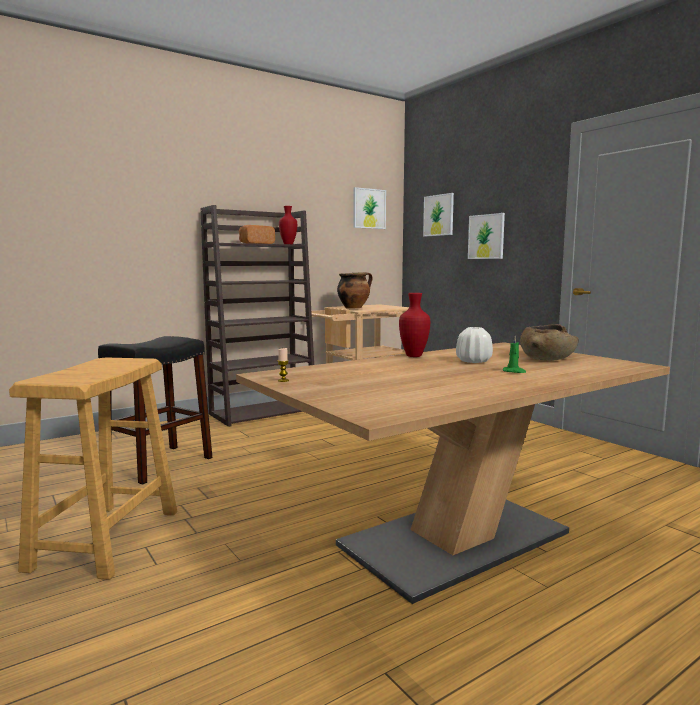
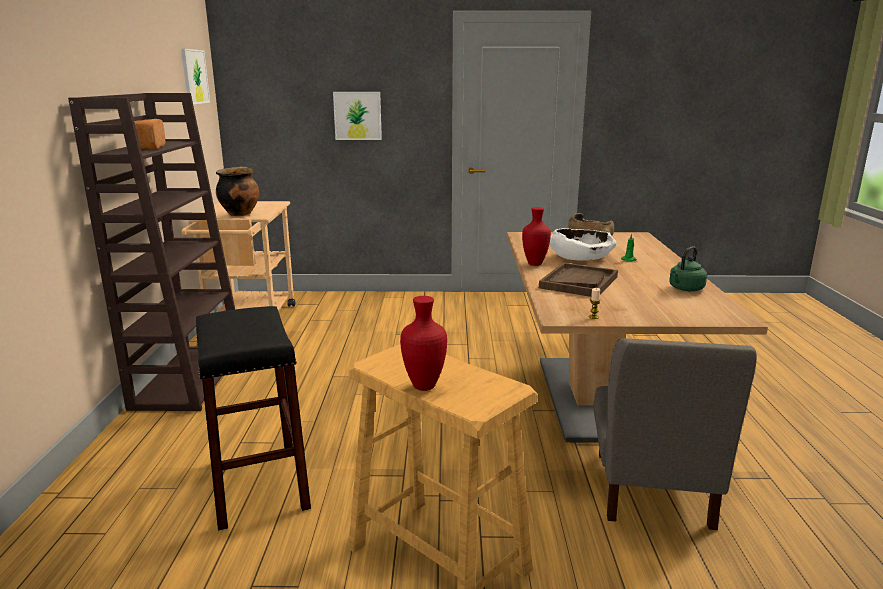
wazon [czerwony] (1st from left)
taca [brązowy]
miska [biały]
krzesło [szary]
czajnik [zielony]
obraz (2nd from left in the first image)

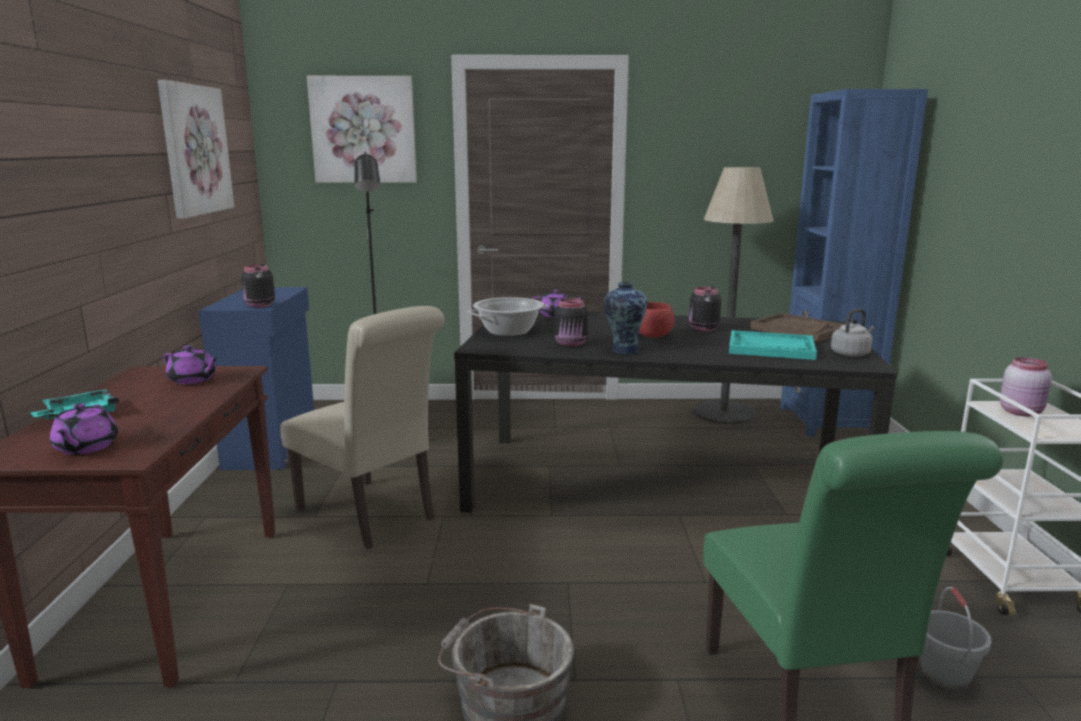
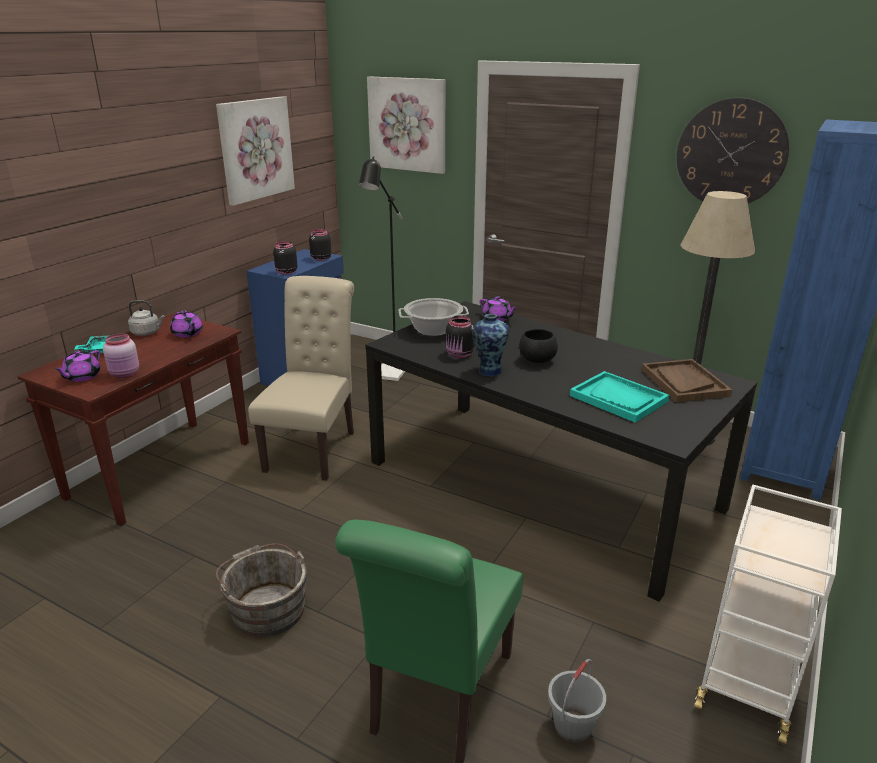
słoik [różowy]
czajnik [szary]
krzesło [beżowy]
słoik [czarny] (2nd from left)
miska [czarny]
zegar ścienny

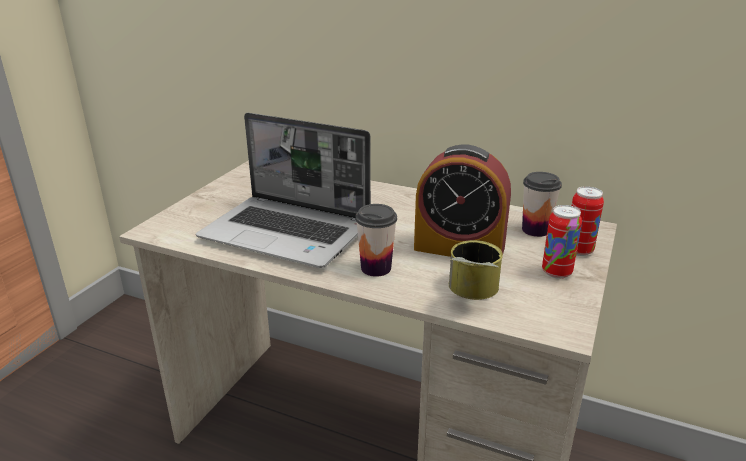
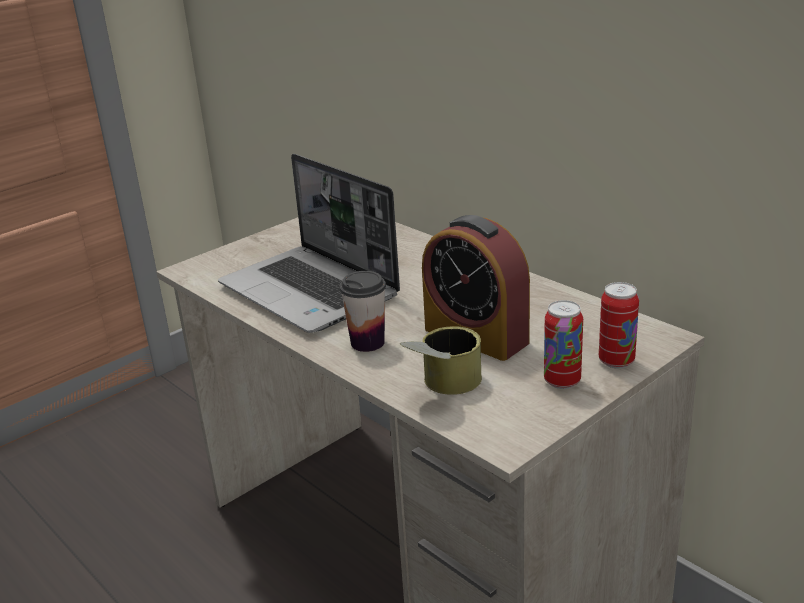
filiżanka (2nd from left in the first image)

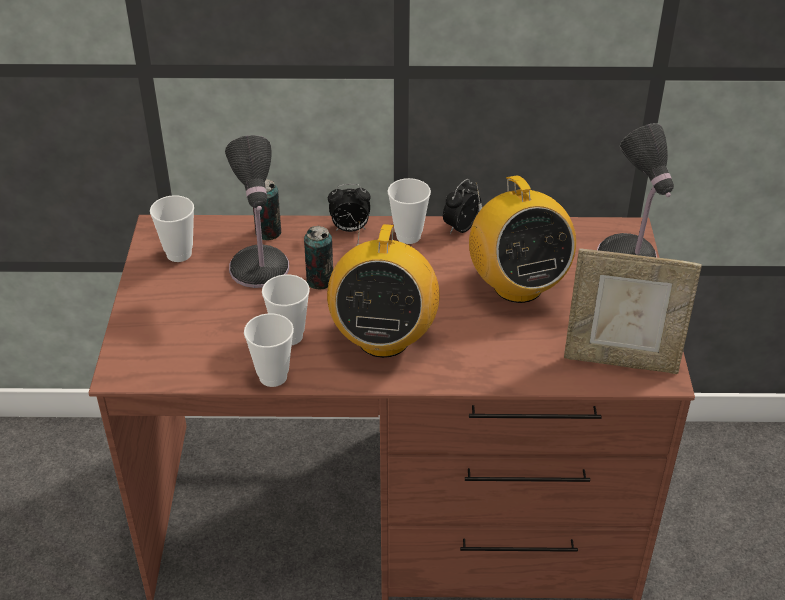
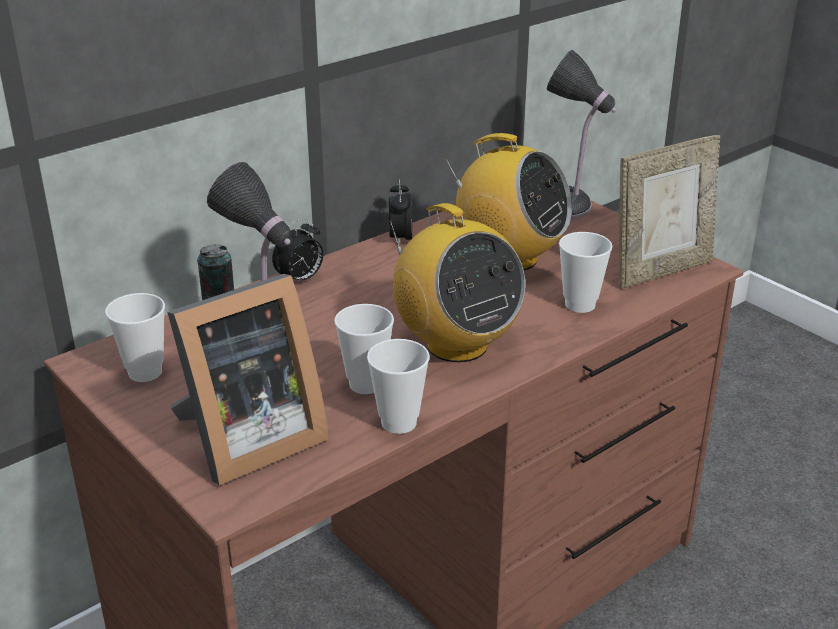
ramka na zdjęcie (1st from left)
filiżanka (4th from left)
puszka (2nd from left in the first image)

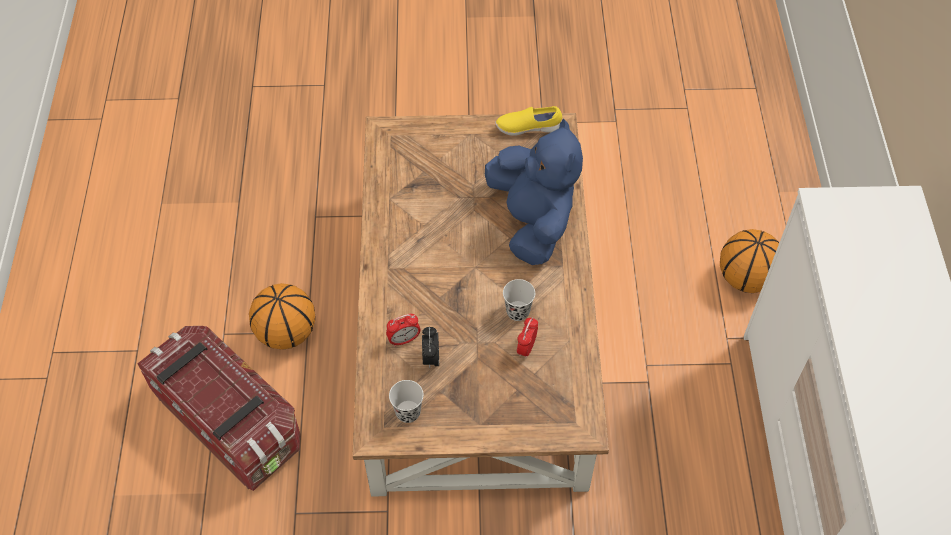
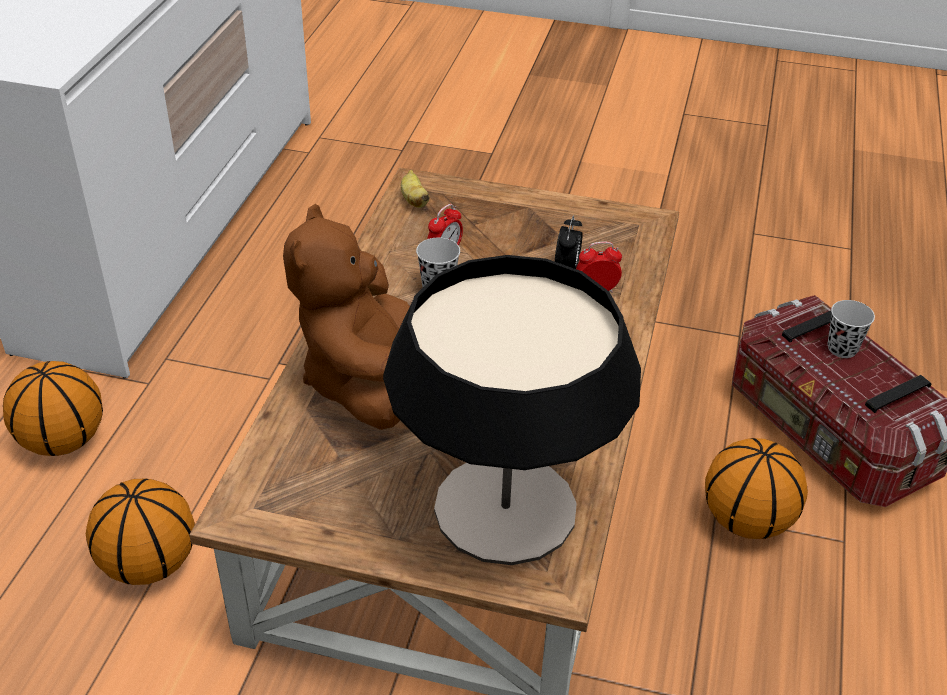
piłka do koszykówki (2nd from left)
pluszak [brązowy]
lampa stołowa
banan
filiżanka [czarny] (2nd from left)
but [żółty]

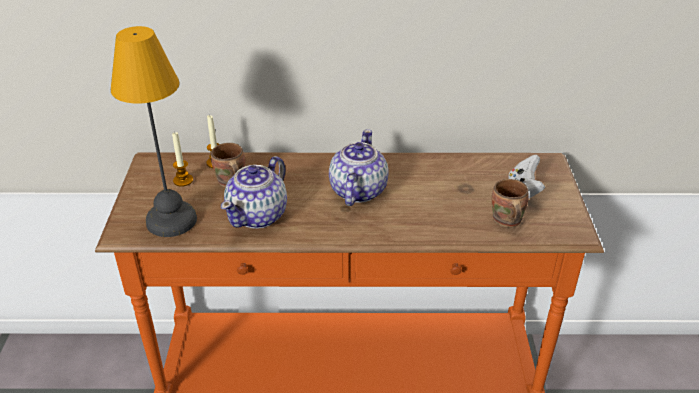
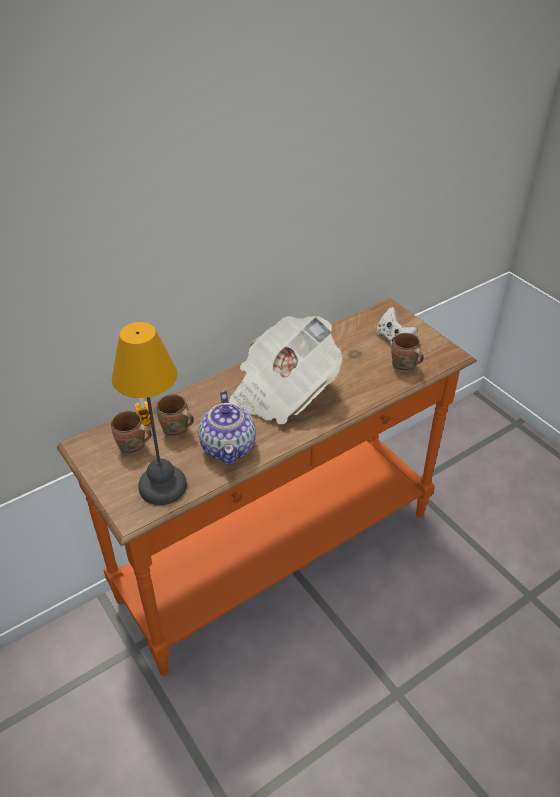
kubek [brązowy] (1st from left)
gazeta

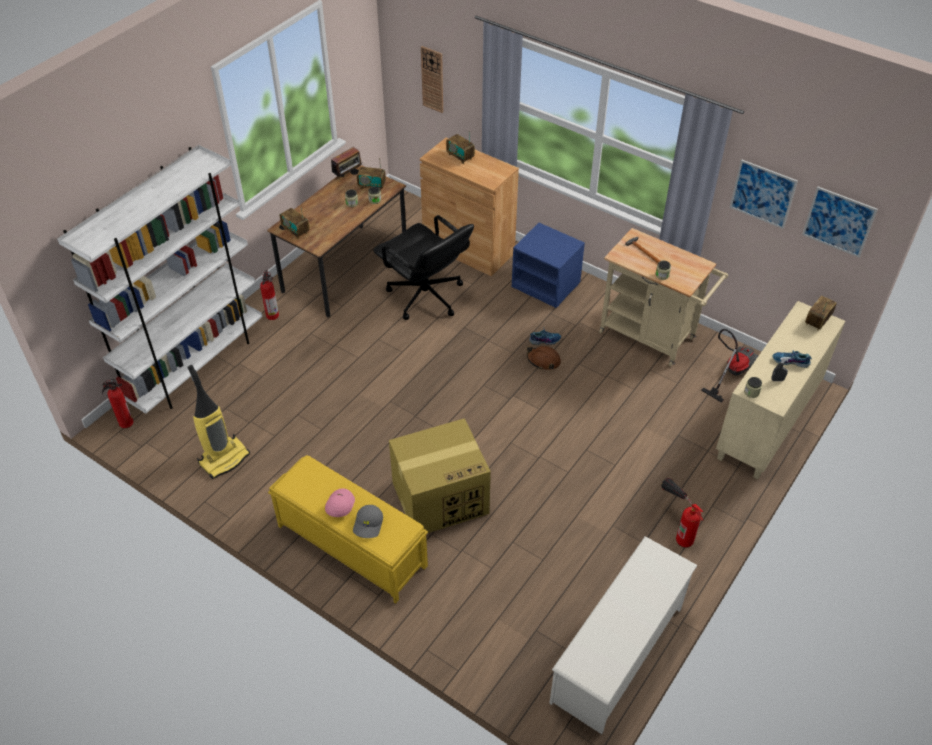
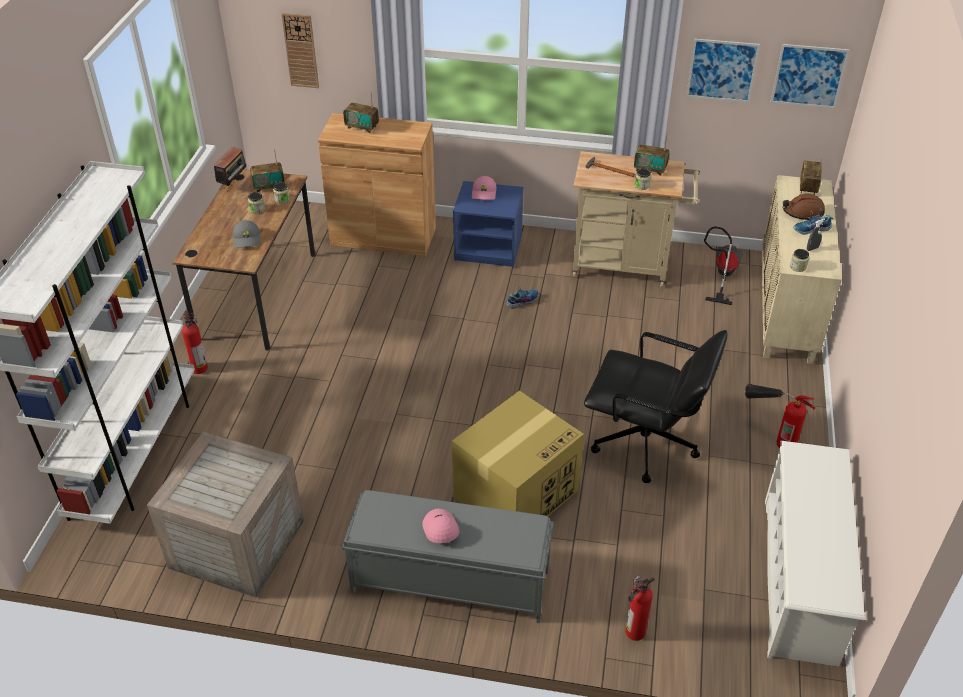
skrzynka
czapka z daszkiem [szary]
ławka [szary]
czapka z daszkiem [różowy] (2nd from left)
krzesło biurowe [czarny]
gaśnica (2nd from left)
radio (4th from left)
kask [brązowy]

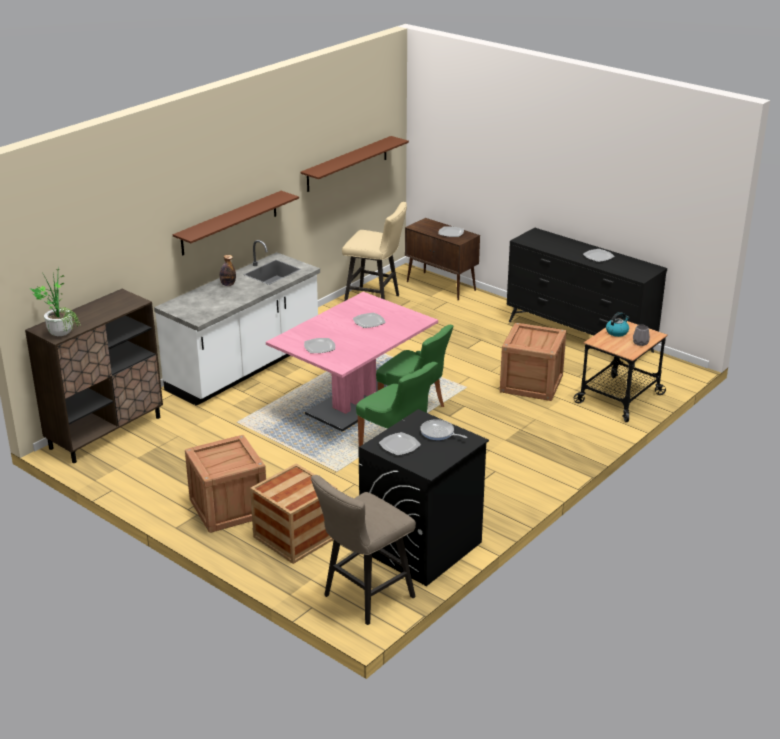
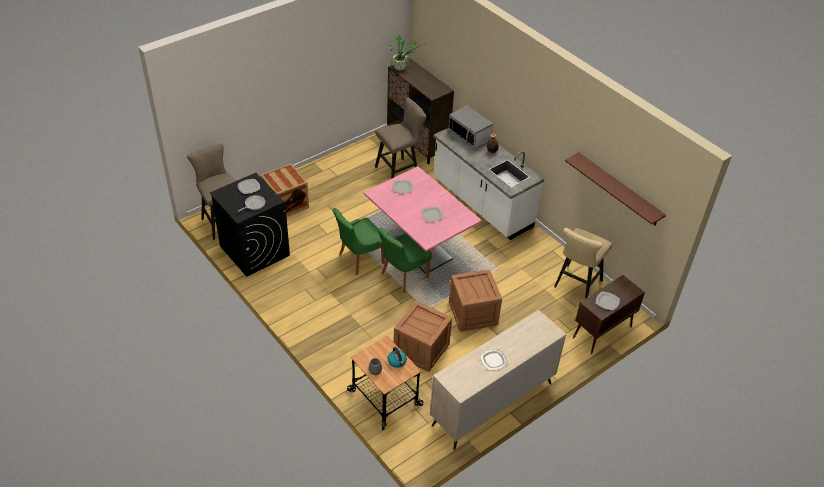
stołek [beżowy] (2nd from left)
komoda [beżowy]
mikrofalówka
skrzynka (3rd from left)
półka [brązowy] (1st from left in the first image)

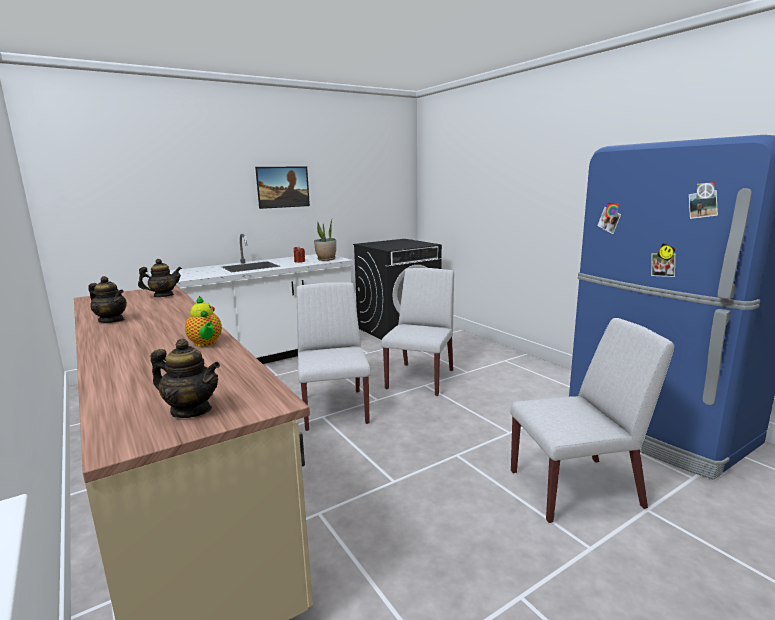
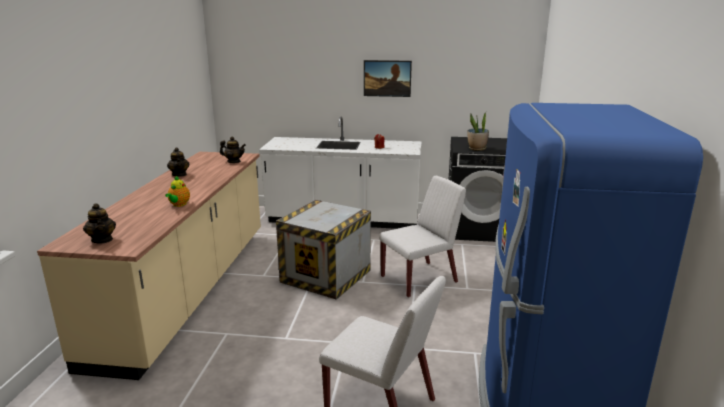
skrzynka
roślina doniczkowa

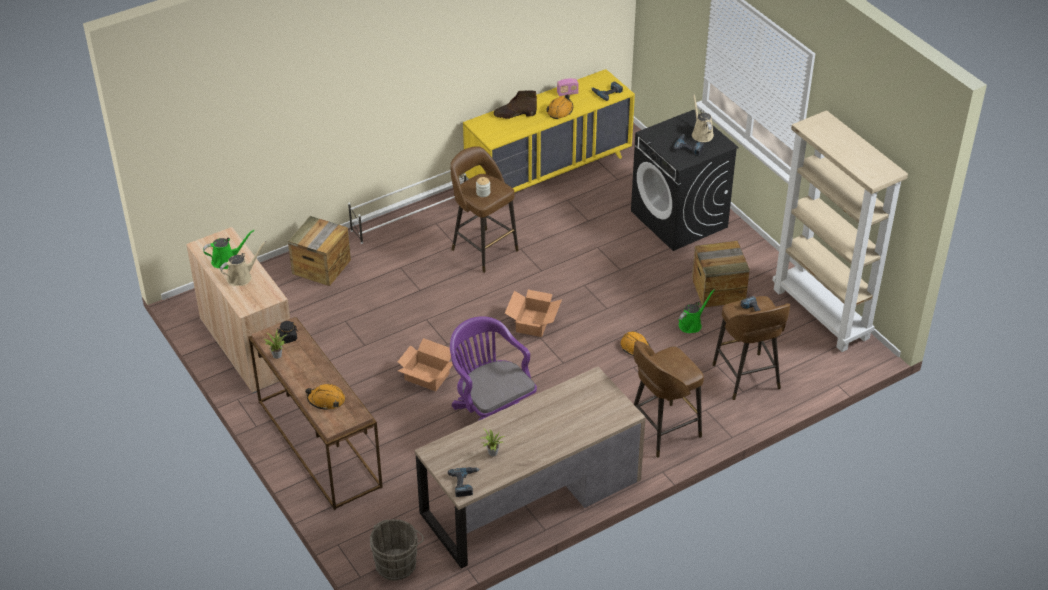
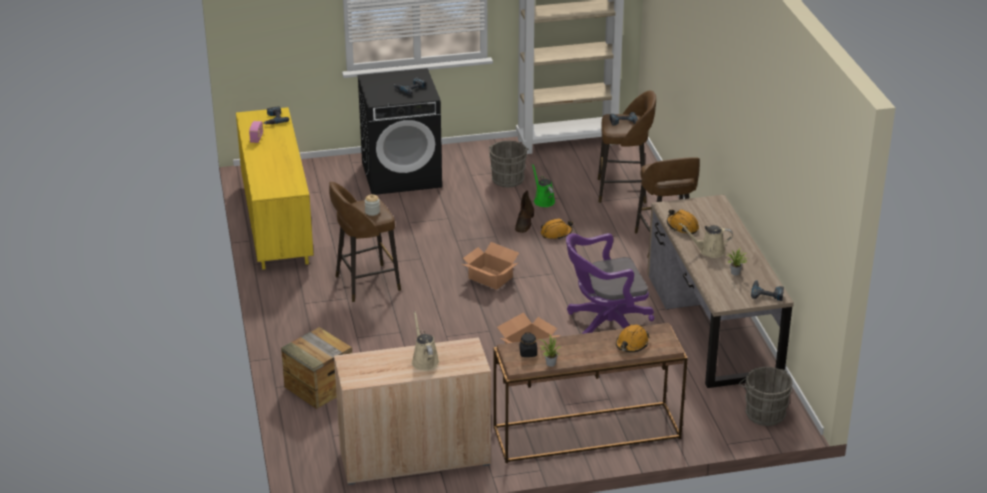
wiadro [szary] (1st from left)
but z cholewką [brązowy]
kask [pomarańczowy] (3rd from left)
konewka [beżowy] (2nd from left)
konewka [zielony] (1st from left in the first image)
regał na buty [biały]

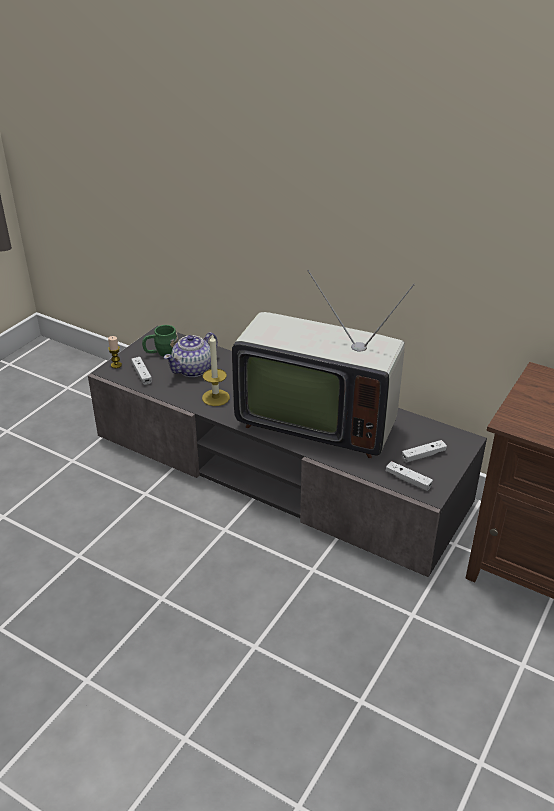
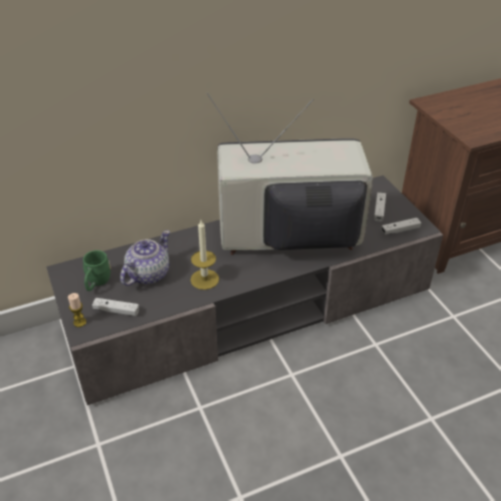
imbryk
telewizor

